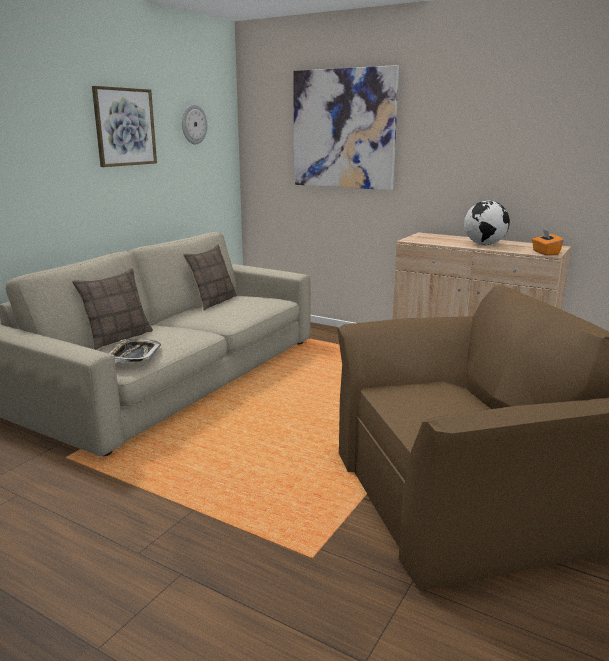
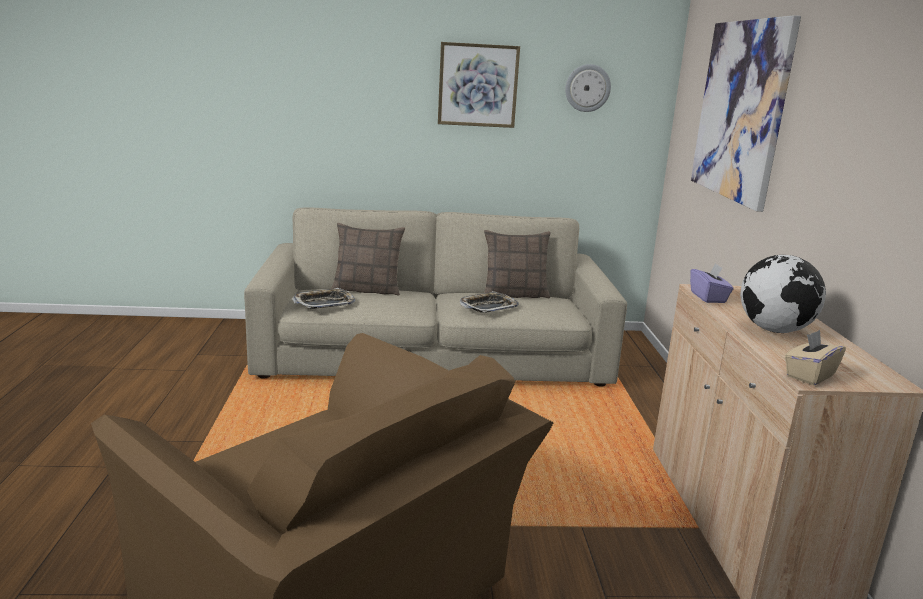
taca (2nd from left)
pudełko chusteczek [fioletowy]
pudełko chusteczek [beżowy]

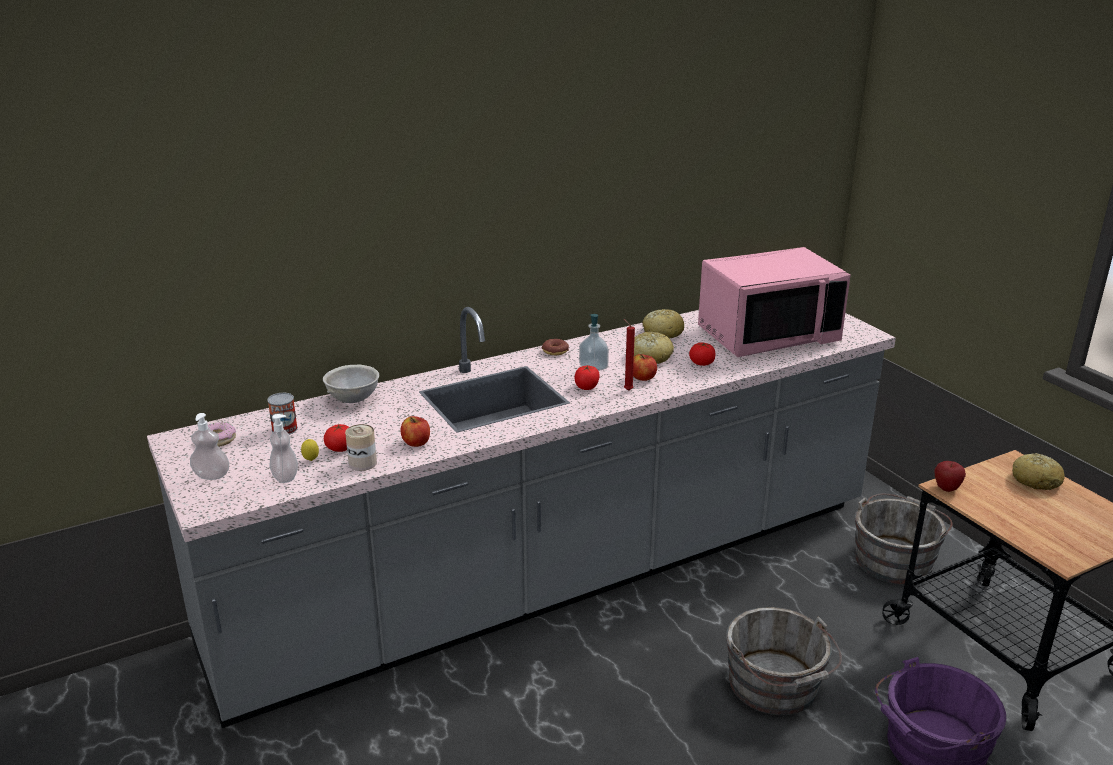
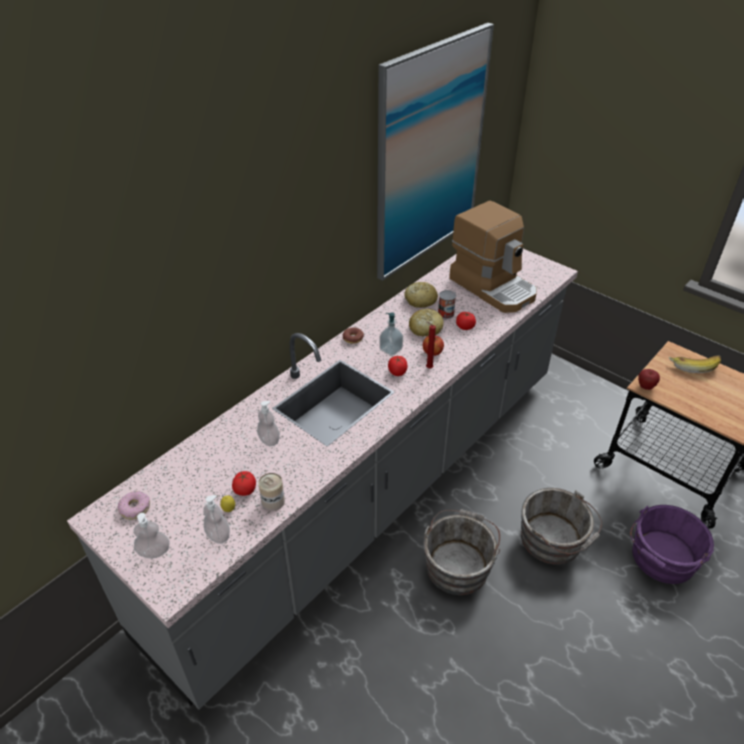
dozownik mydła (3rd from left)
obraz
wiadro [szary] (1st from left)
puszka (2nd from left)
ekspres do kawy
banan
miska [szary]
jabłko (1st from left in the first image)

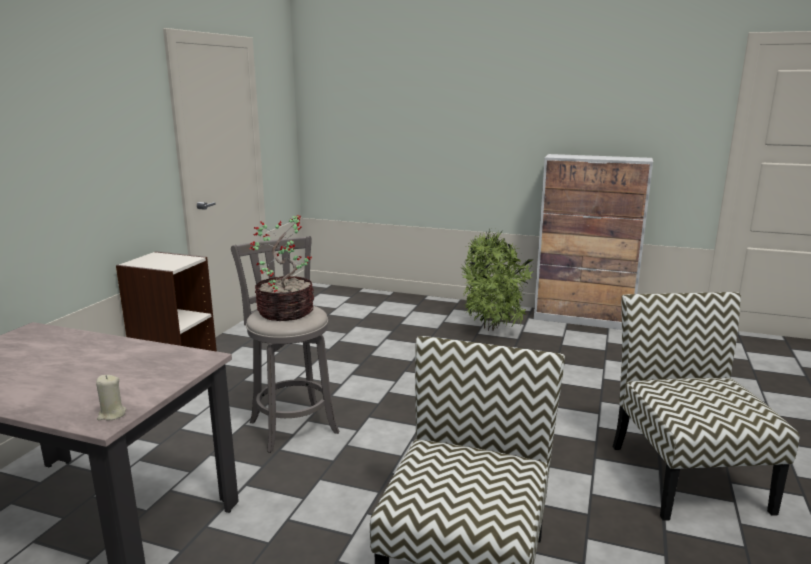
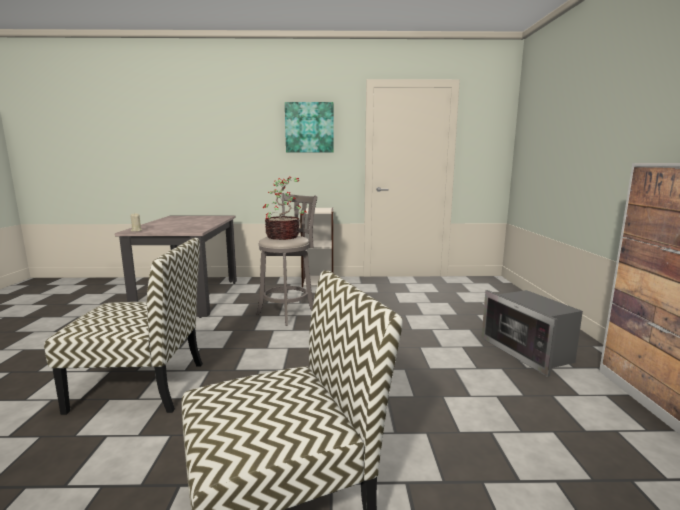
obraz
mikrofalówka

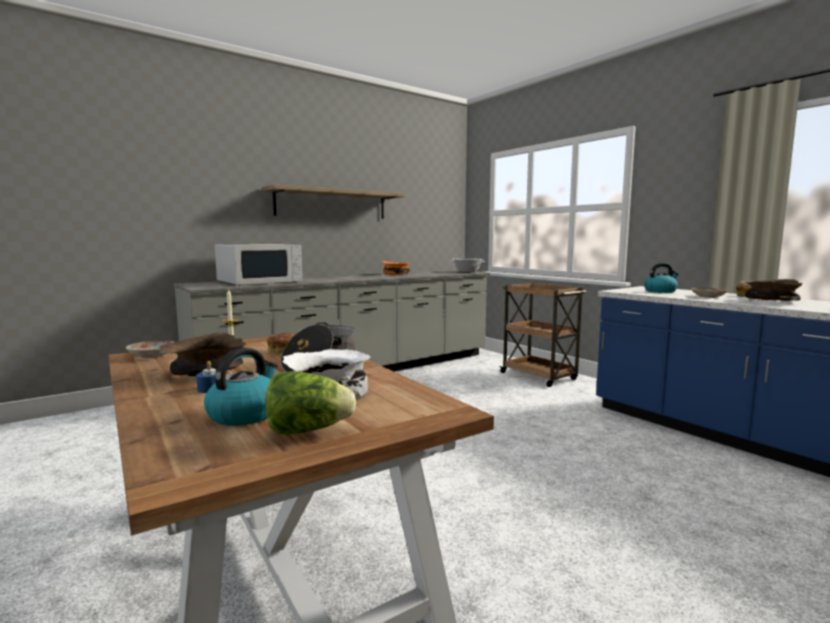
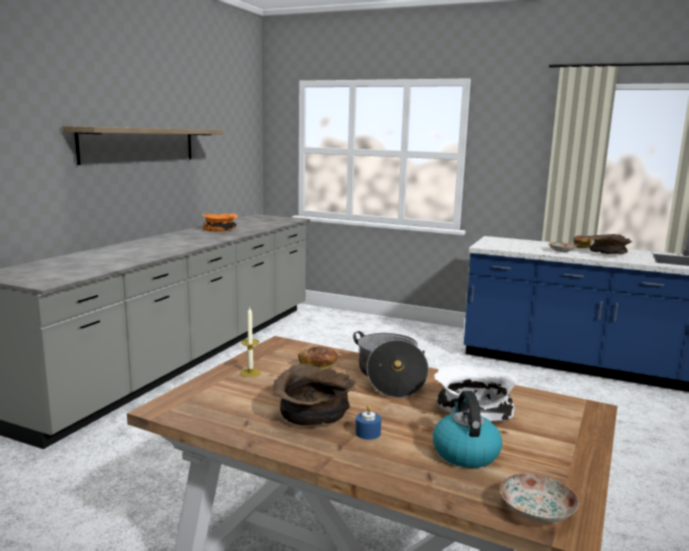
talerz (1st from left)
mikrofalówka [biały]
sałata
garnek (2nd from left in the first image)
wózek [brązowy]
czajnik (2nd from left in the first image)

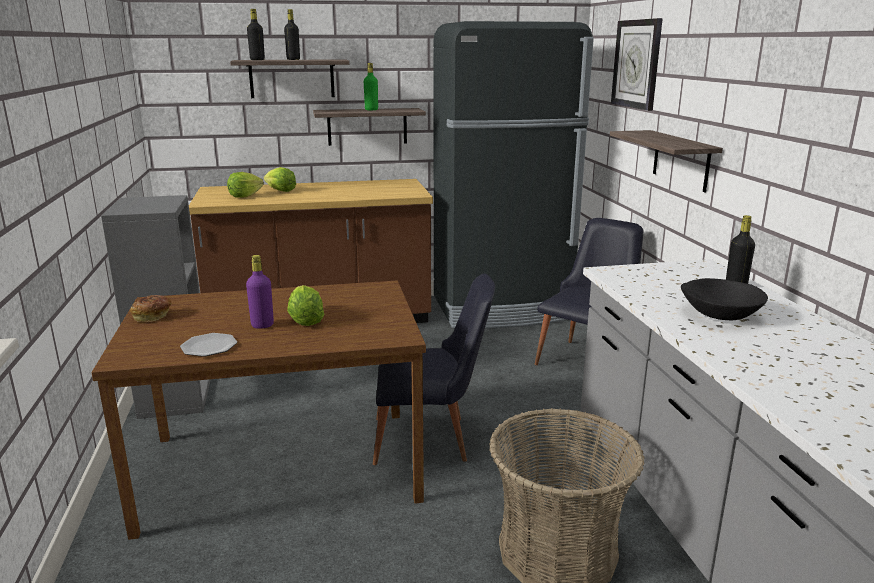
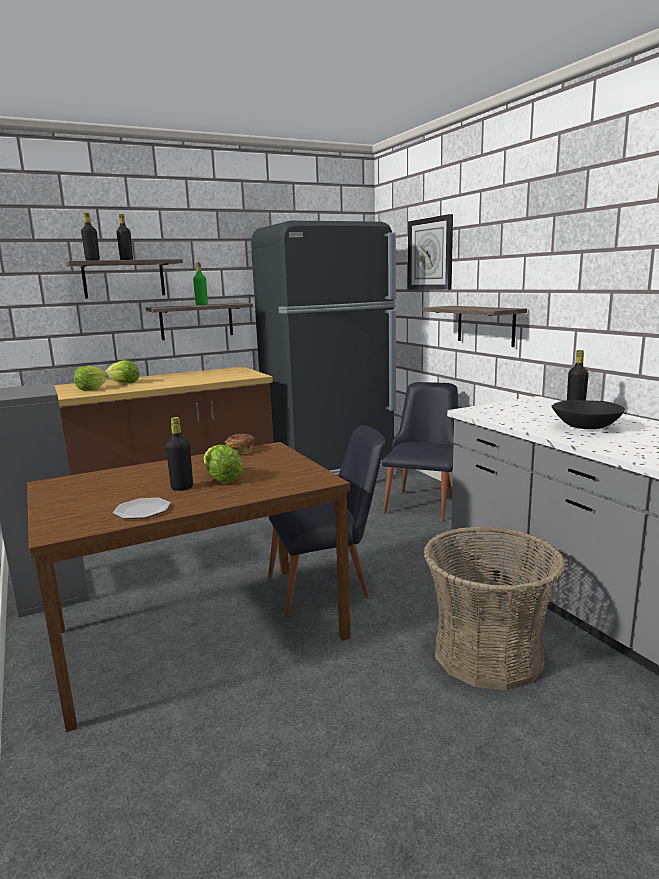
butelka [czarny] (3rd from left)
chleb

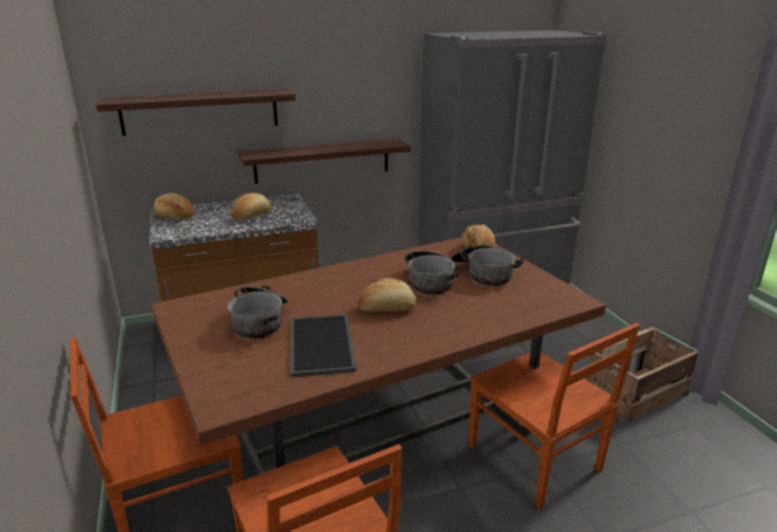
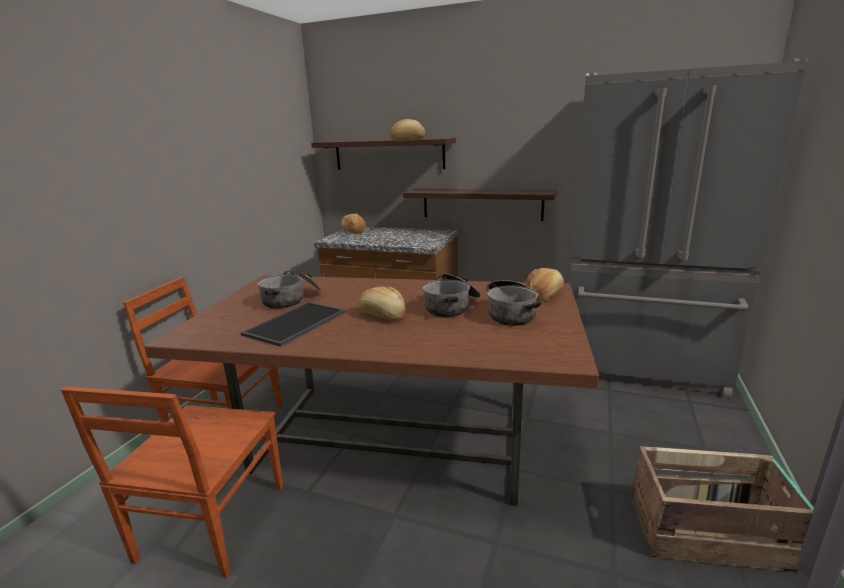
chleb (3rd from left)
krzesło [brązowy] (3rd from left in the first image)

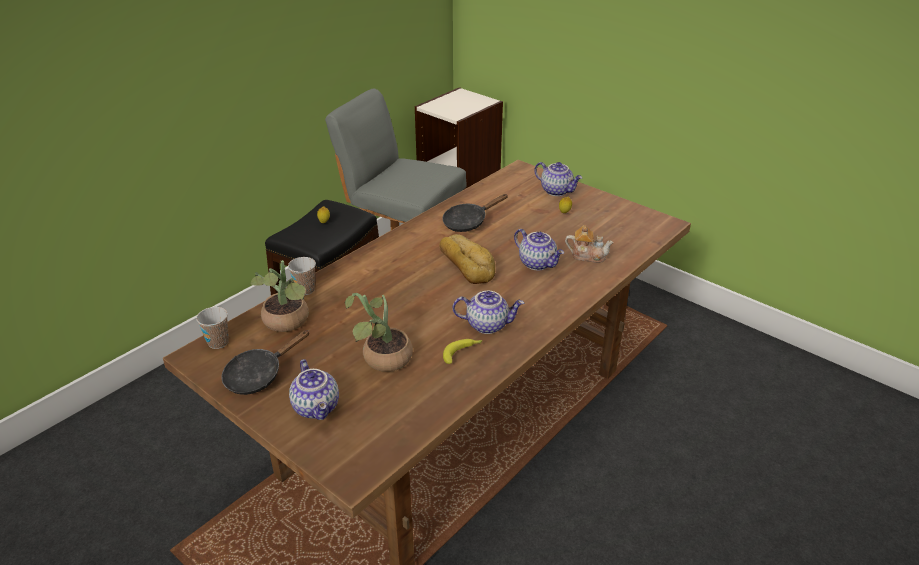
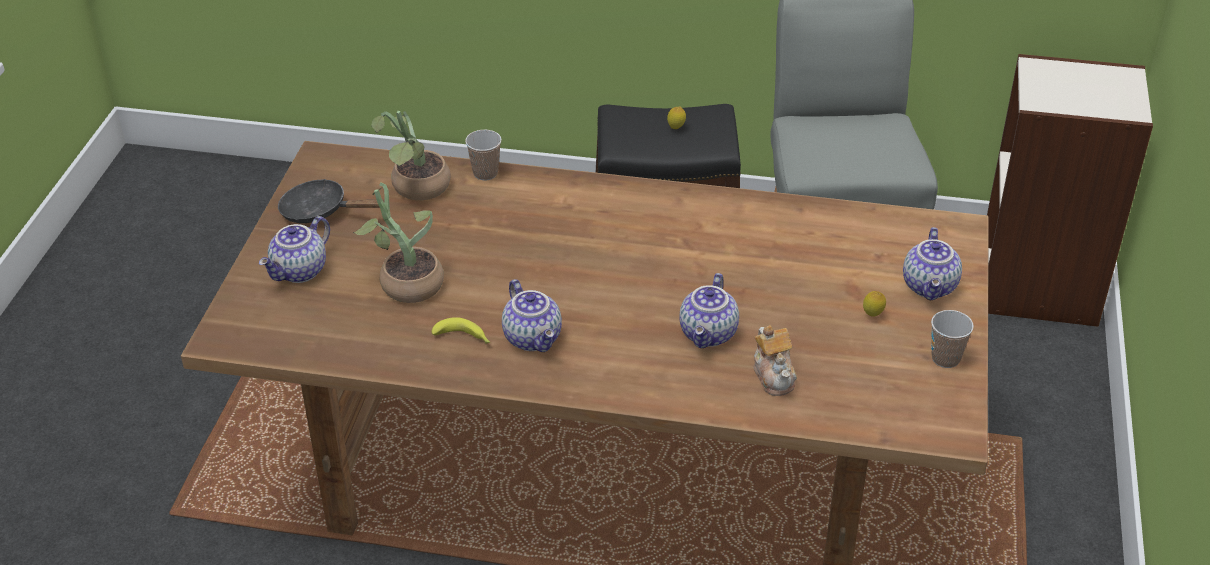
filiżanka (2nd from left)
chleb
patelnia [czarny] (2nd from left in the first image)

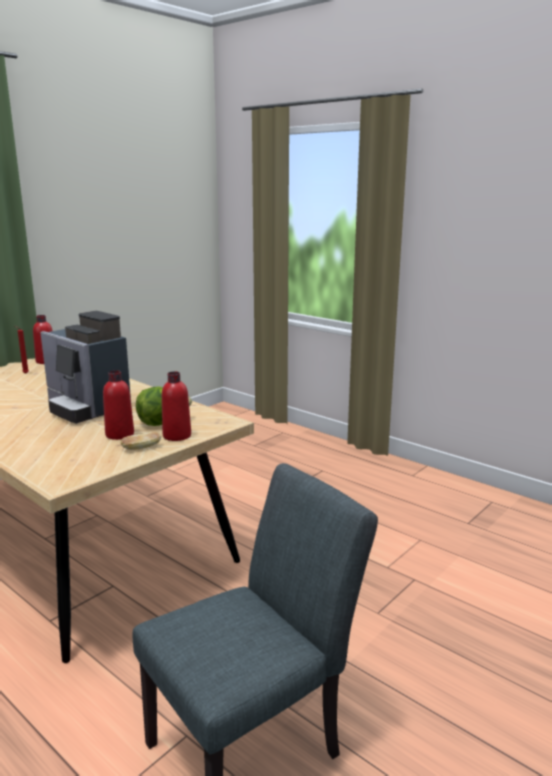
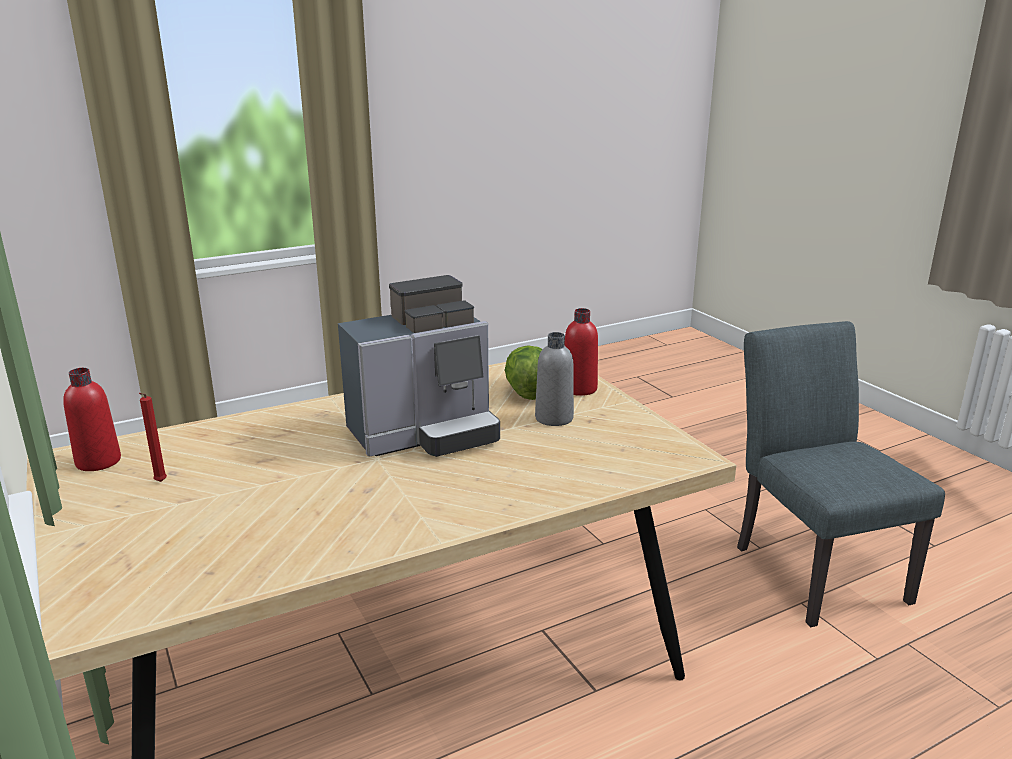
butelka [szary]
chleb

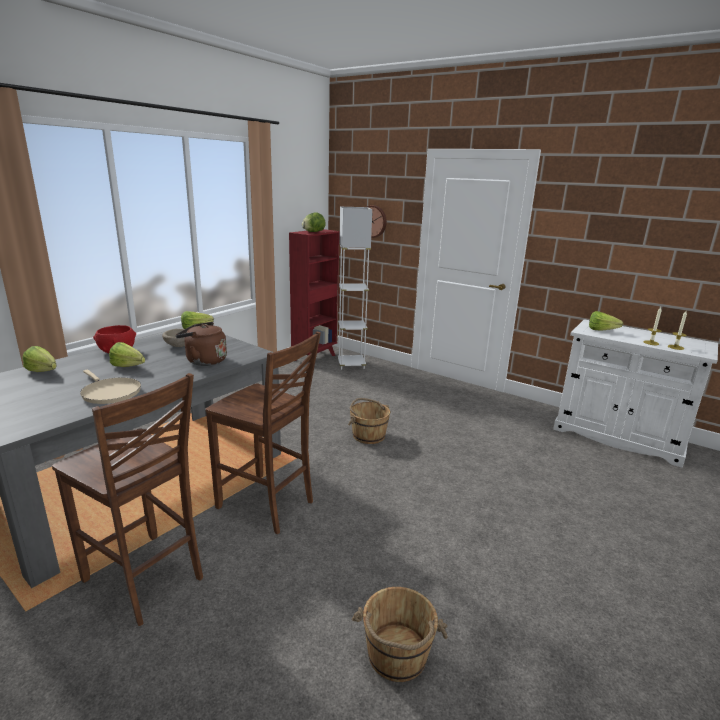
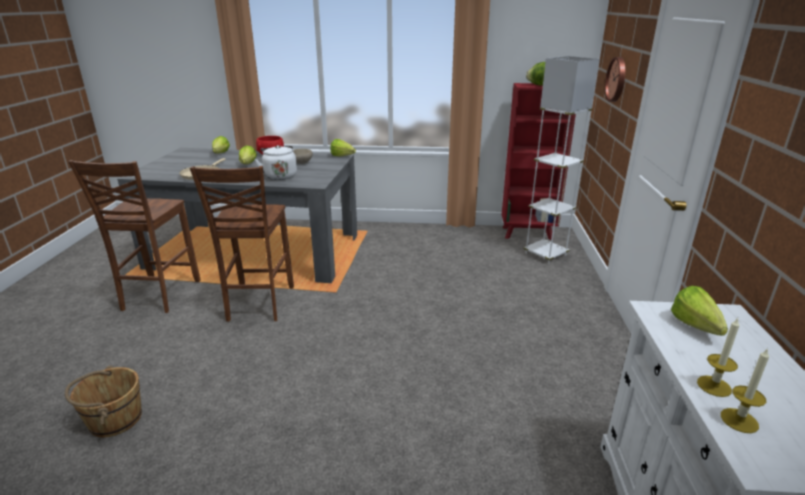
czajnik [biały]
wiadro [brązowy] (1st from left in the first image)

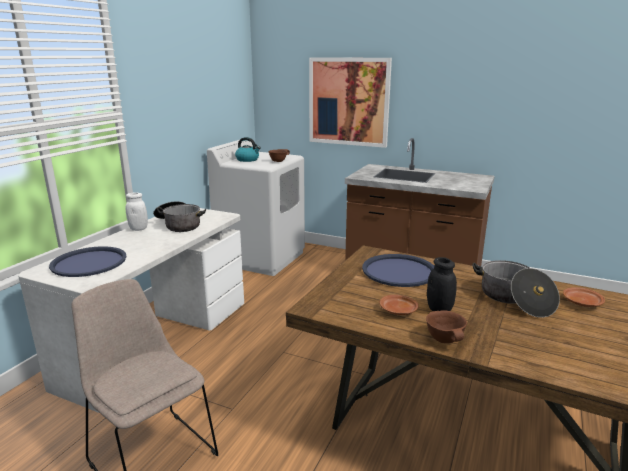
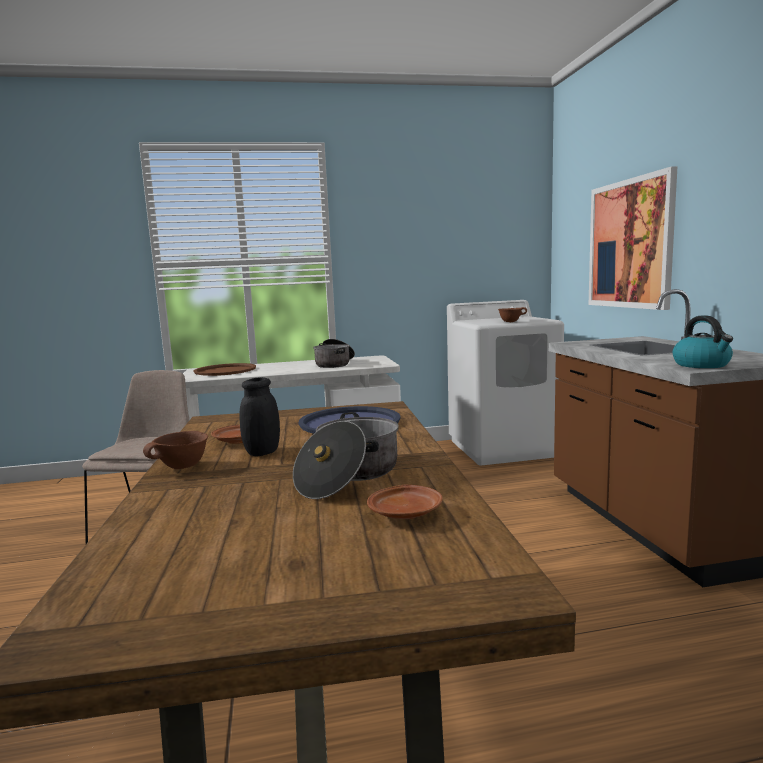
taca [brązowy]
czajnik
słoik [biały]

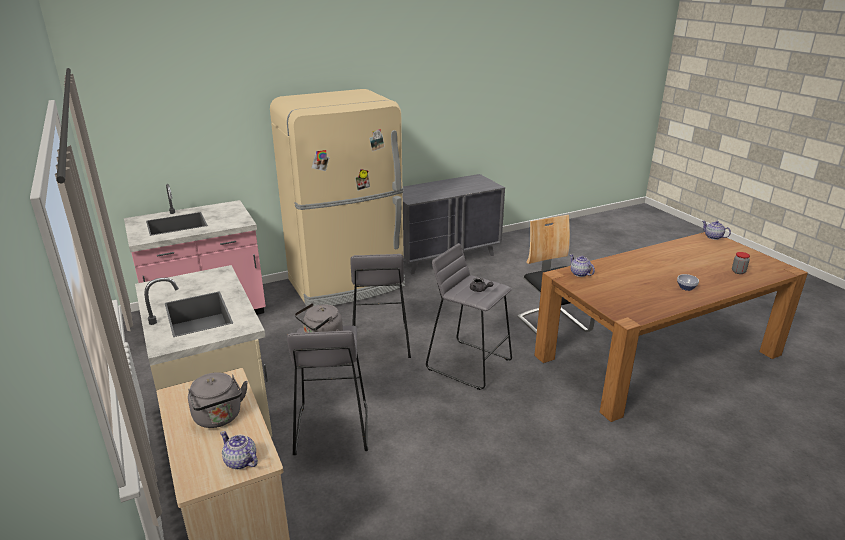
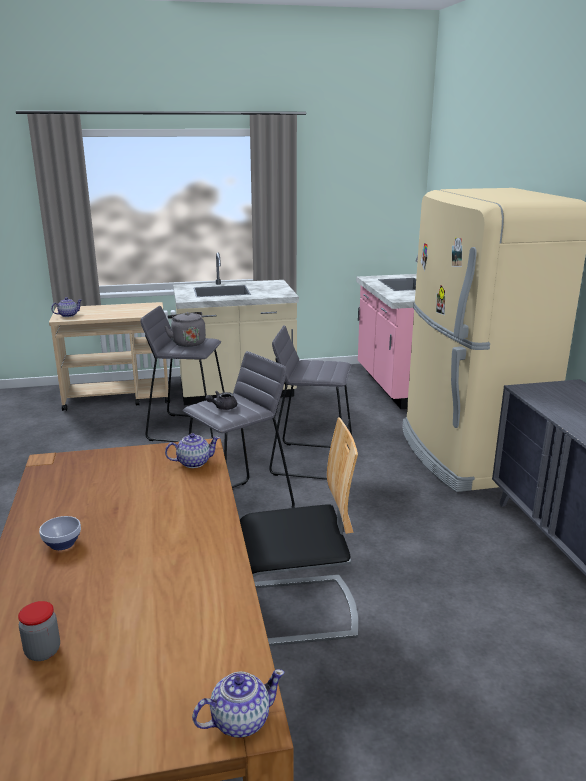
czajnik [szary] (1st from left in the first image)

